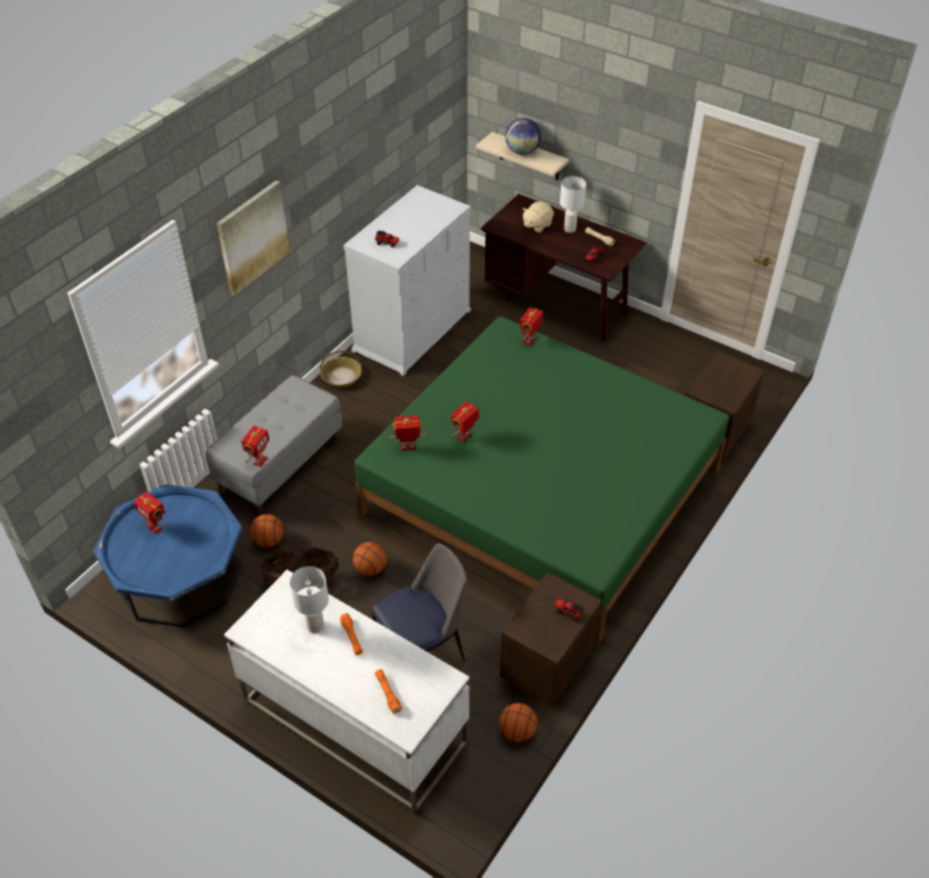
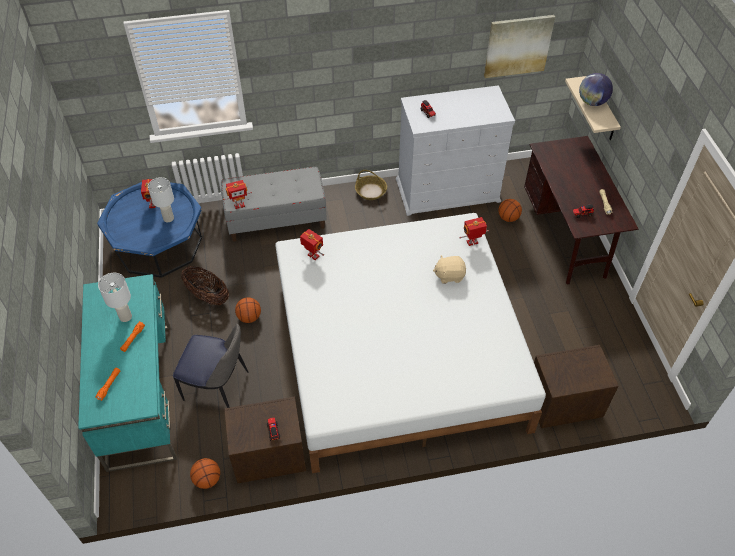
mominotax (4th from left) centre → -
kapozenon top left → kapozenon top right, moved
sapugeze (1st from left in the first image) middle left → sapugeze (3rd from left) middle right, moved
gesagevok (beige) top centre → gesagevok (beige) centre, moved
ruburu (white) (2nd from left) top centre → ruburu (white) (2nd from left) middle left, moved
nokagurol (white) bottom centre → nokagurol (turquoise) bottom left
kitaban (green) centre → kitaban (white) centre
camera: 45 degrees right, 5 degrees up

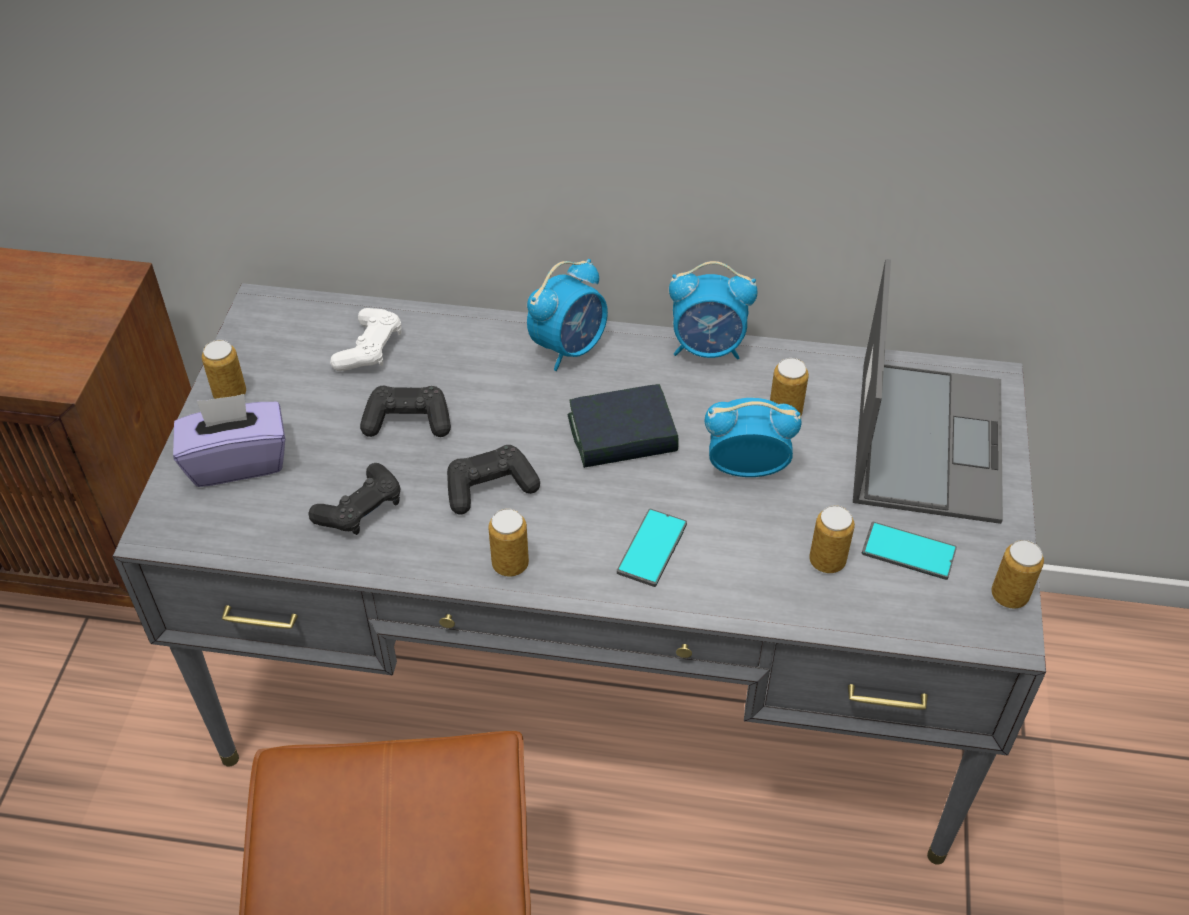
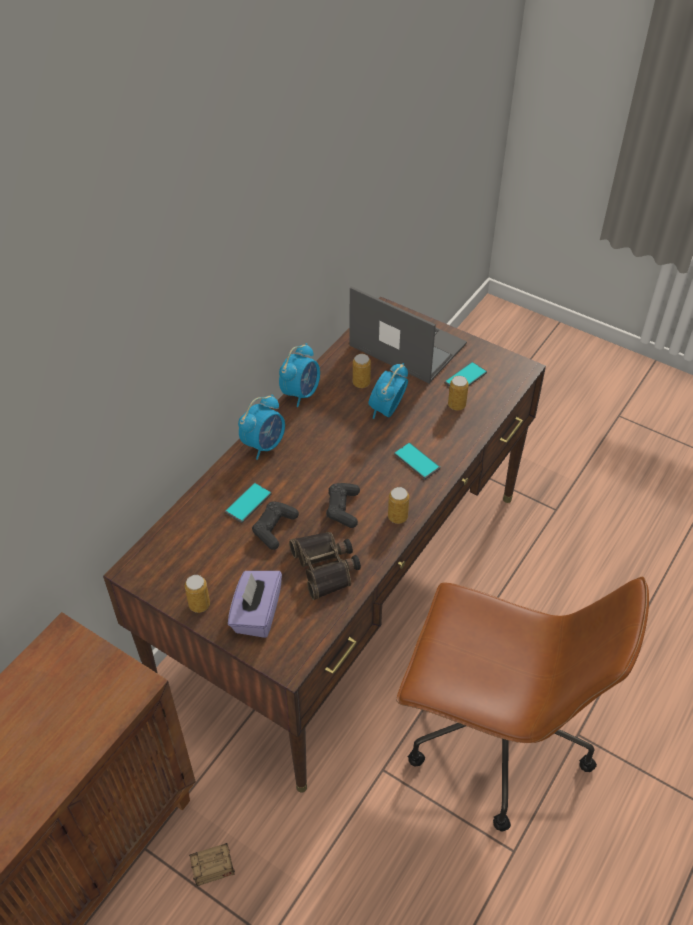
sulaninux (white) middle left → -
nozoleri centre → -
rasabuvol (5th from left) middle right → -
- → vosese bottom centre
- → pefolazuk (1st from left) centre
sulaninux (black) (1st from left) middle left → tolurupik centre
nokagurol (grey) centre → nokagurol (brown) centre
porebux (1st from left) centre, 60 degrees clockwise
camera: 65 degrees left, 0 degrees up

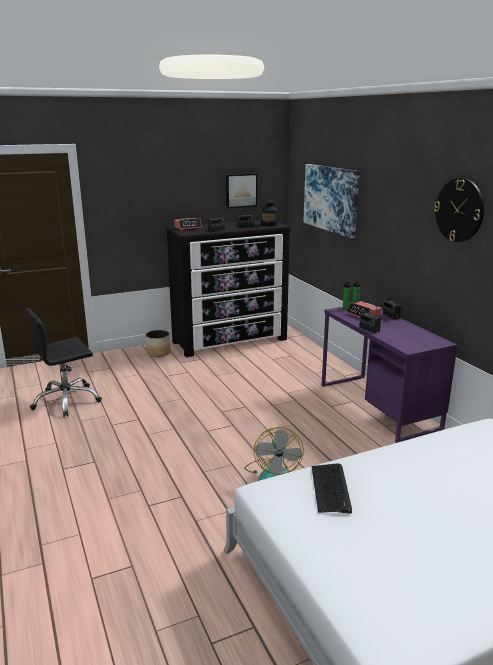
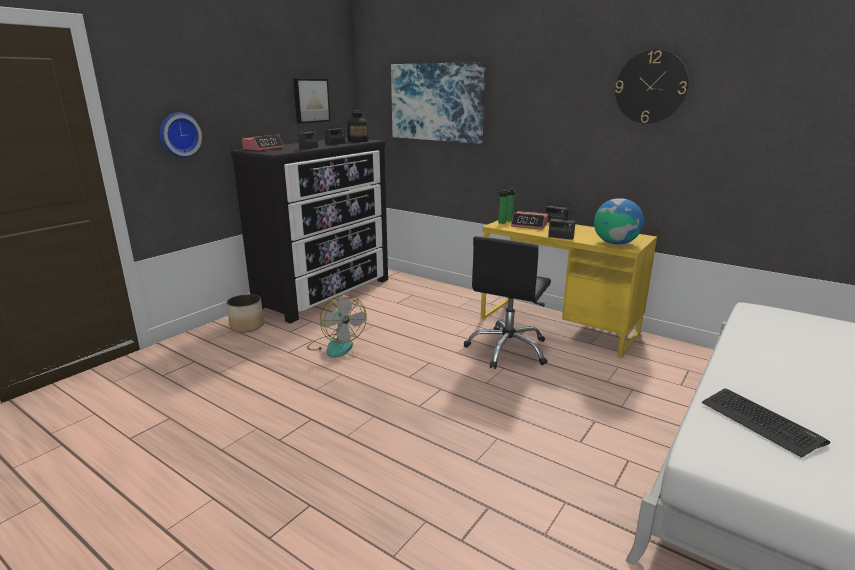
- → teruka (1st from left) top left
- → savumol middle right
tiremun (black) middle left → tiremun (black) centre, moved
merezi bottom centre → merezi centre, moved
nokagurol (purple) middle right → nokagurol (yellow) centre
camera: 30 degrees left, 0 degrees up

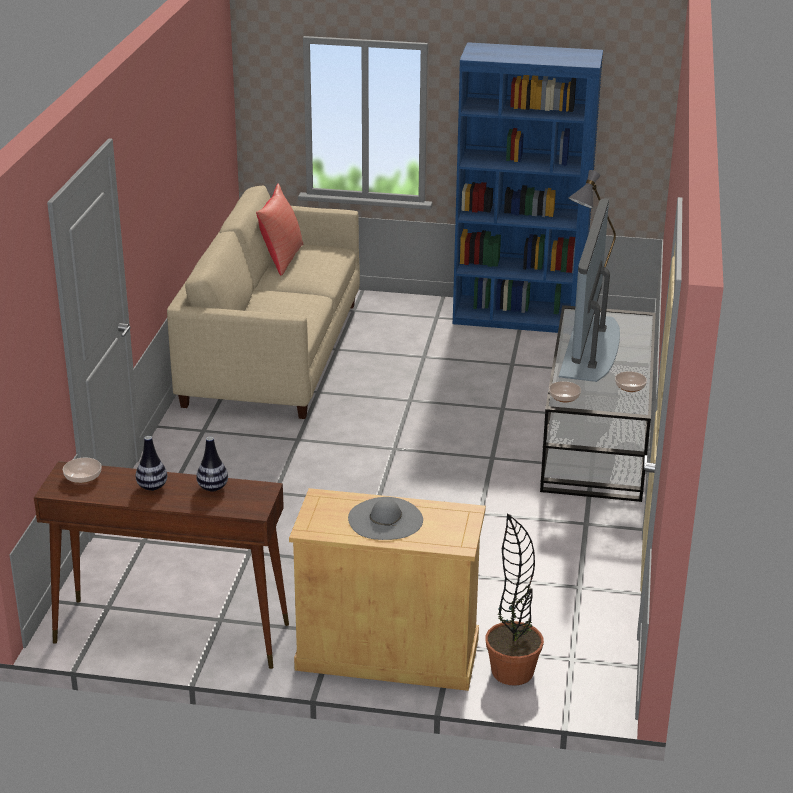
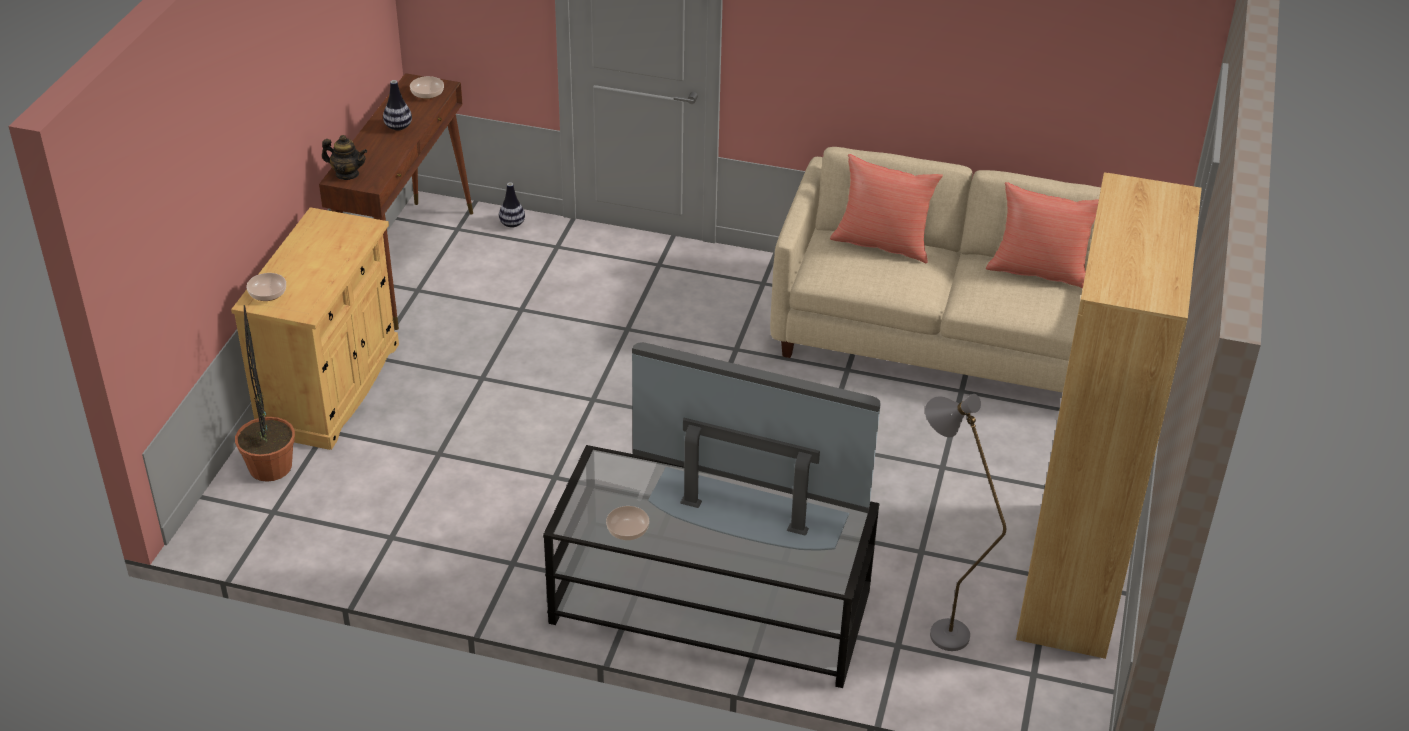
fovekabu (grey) centre → -
- → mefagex top left
- → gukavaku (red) (1st from left) top centre
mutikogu (2nd from left) middle left → mutikogu (2nd from left) top centre, moved
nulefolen (2nd from left in the first image) middle right → nulefolen (1st from left) middle left, moved
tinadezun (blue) top centre → tinadezun (brown) middle right
camera: 95 degrees right, 10 degrees up

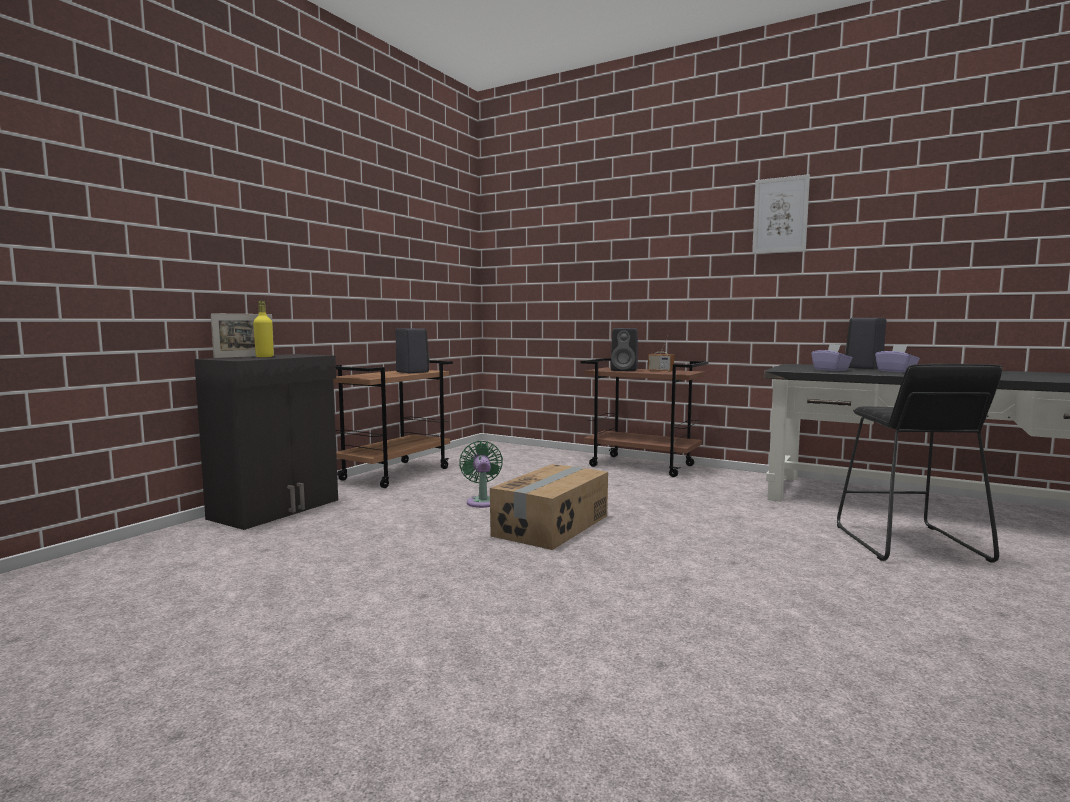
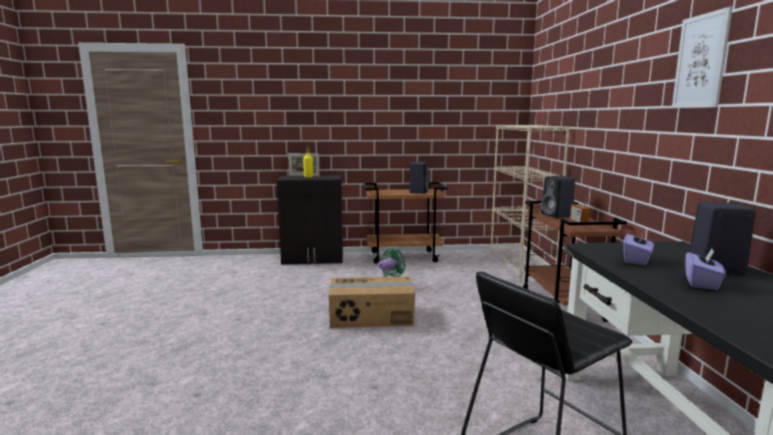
- → tinadezun (beige) middle right
camera: 55 degrees right, 5 degrees up

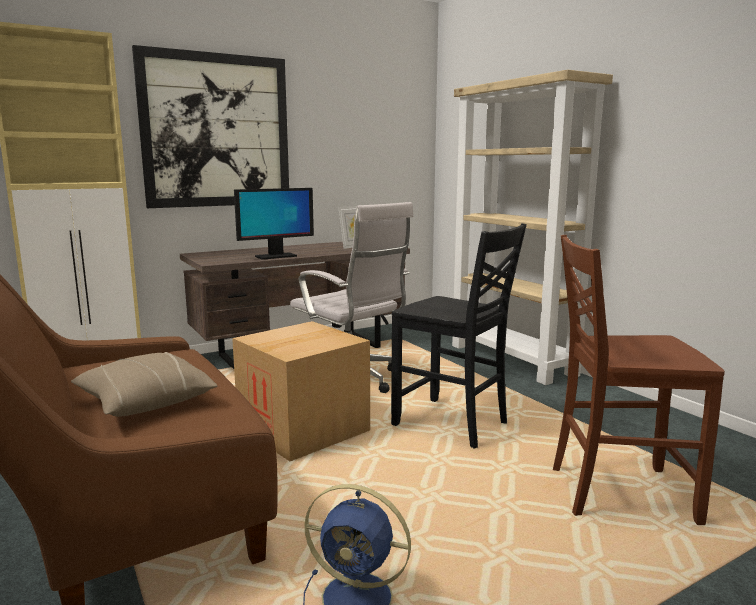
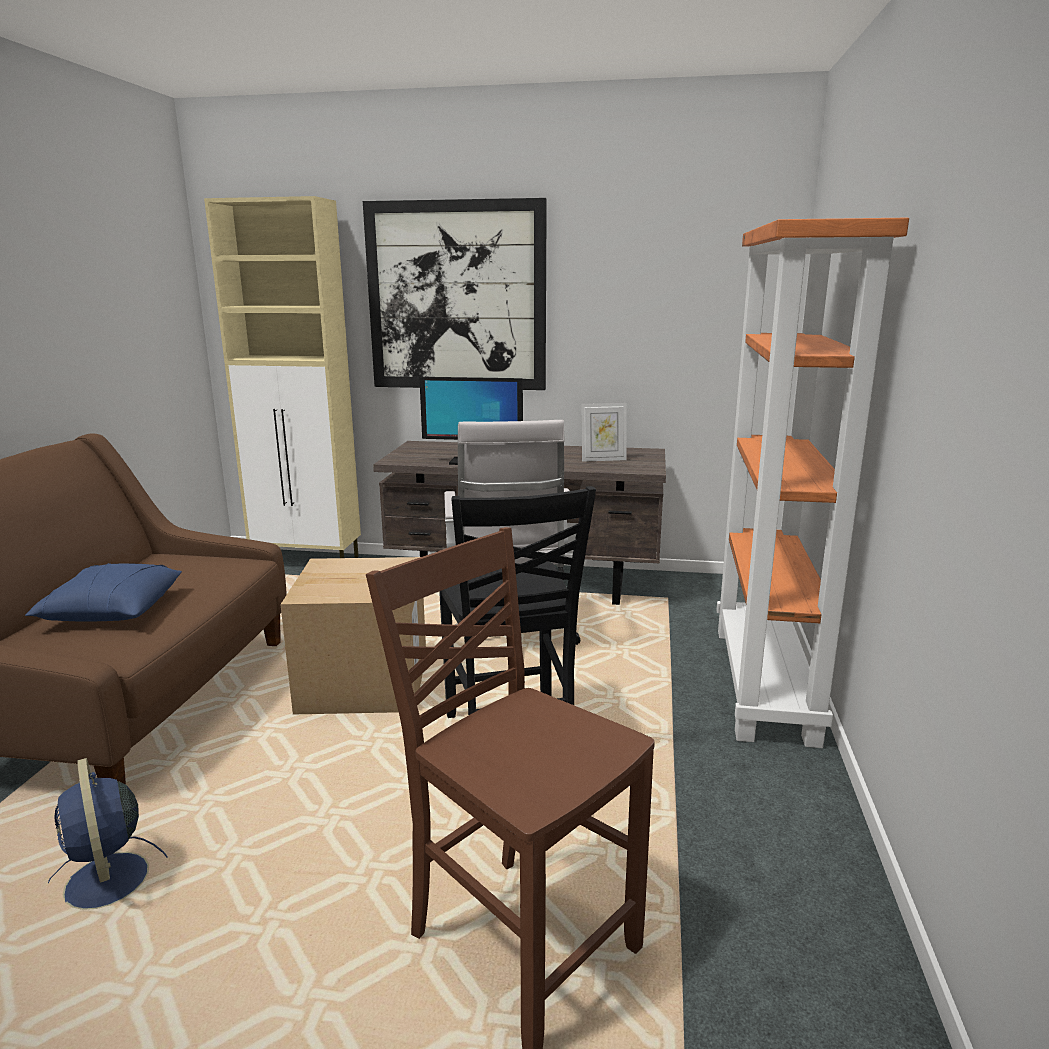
gukavaku (beige) middle left → gukavaku (blue) middle left
tinadezun (beige) middle right → tinadezun (orange) middle right
camera: 40 degrees right, 5 degrees up

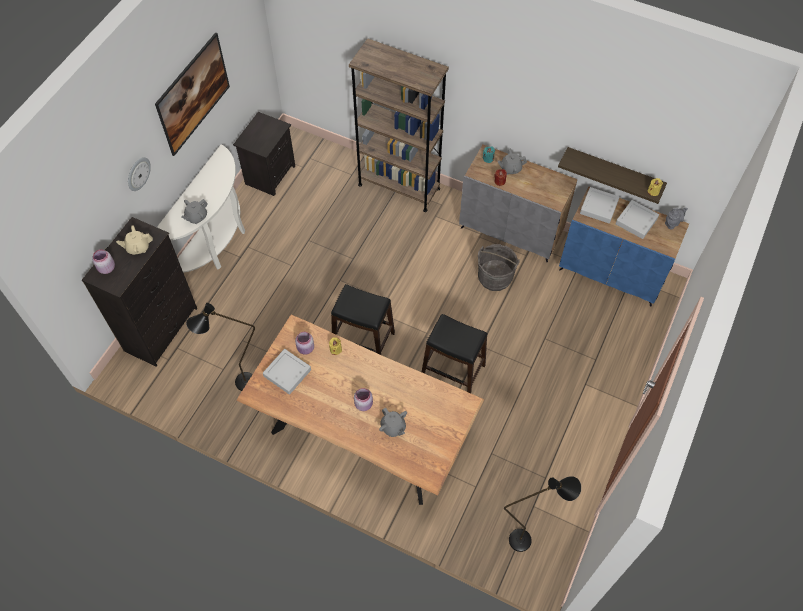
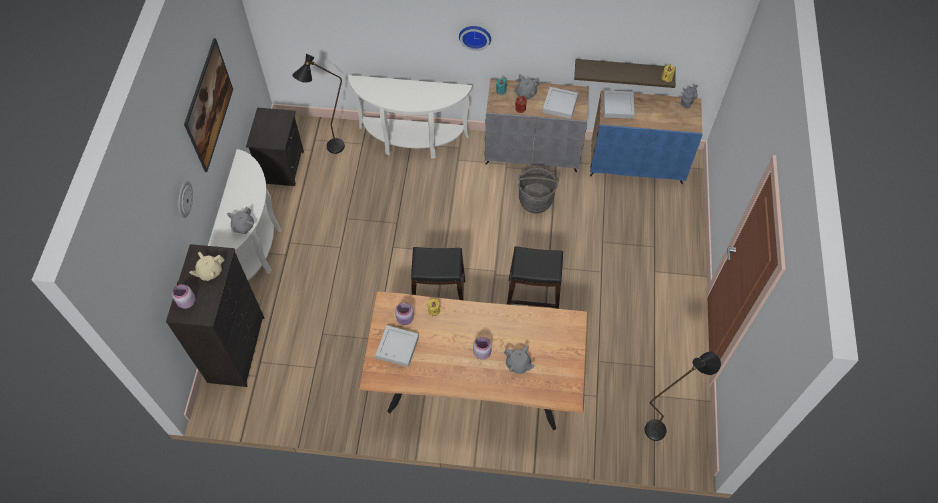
- → teruka (2nd from left) top centre
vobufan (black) (1st from left) middle left → vobufan (black) (1st from left) top centre, moved
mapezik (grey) (3rd from left in the first image) middle right → mapezik (grey) (2nd from left) top centre, moved
tinadezun (brown) top centre → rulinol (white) (2nd from left) top centre
camera: 20 degrees left, 0 degrees up

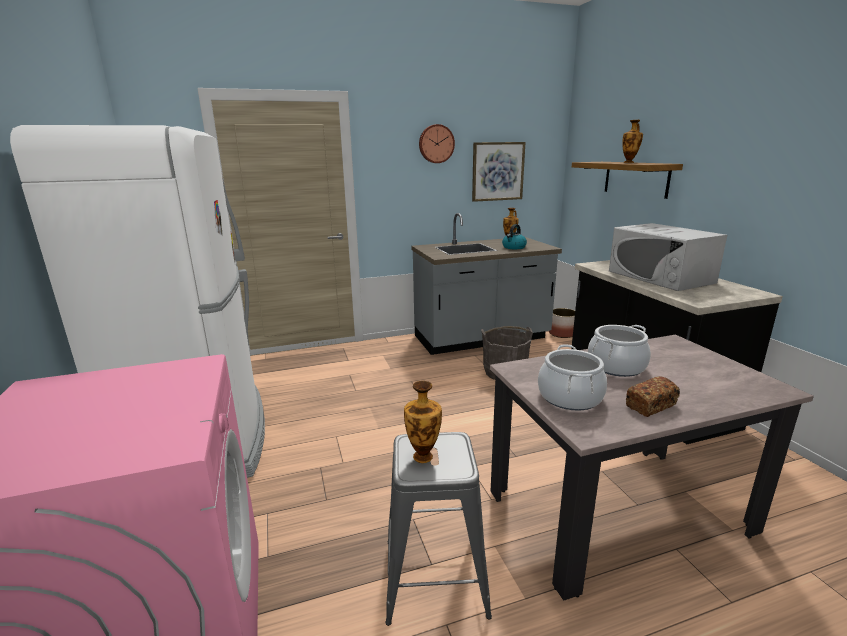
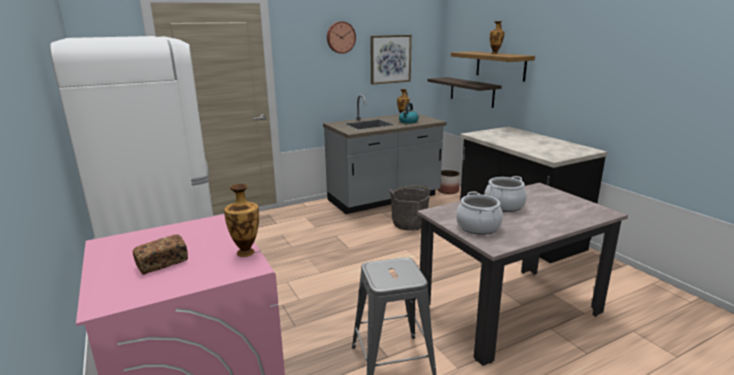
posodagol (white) middle right → -
- → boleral (1st from left) top centre
mutikogu (1st from left) centre → mutikogu (1st from left) middle left, moved
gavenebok middle right → gavenebok bottom left, moved
camera: 10 degrees left, 0 degrees up

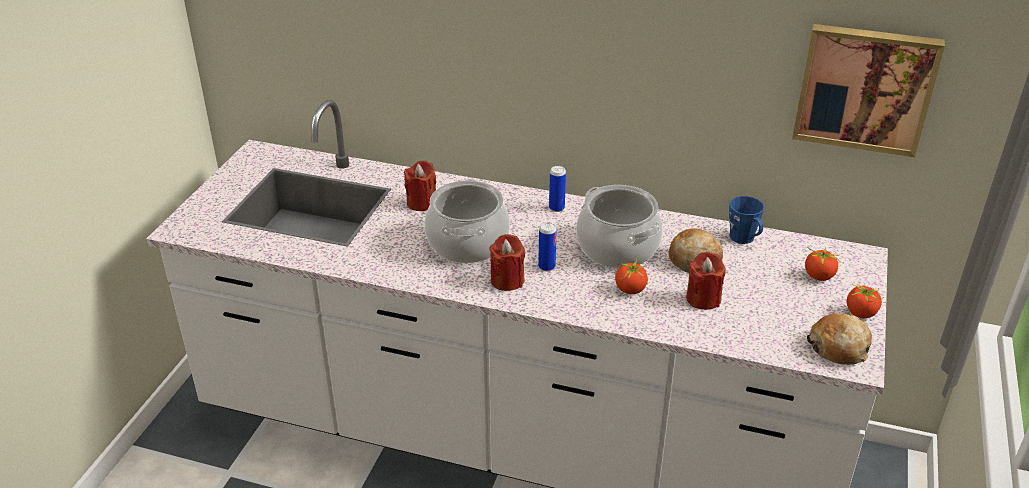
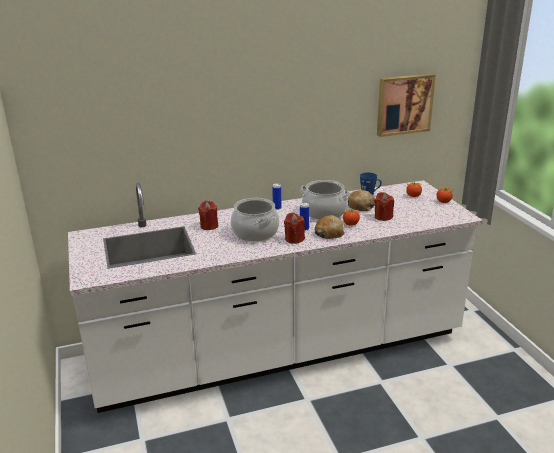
gavenebok (2nd from left in the first image) bottom right → gavenebok (1st from left) centre, moved
camera: 35 degrees left, 10 degrees down

